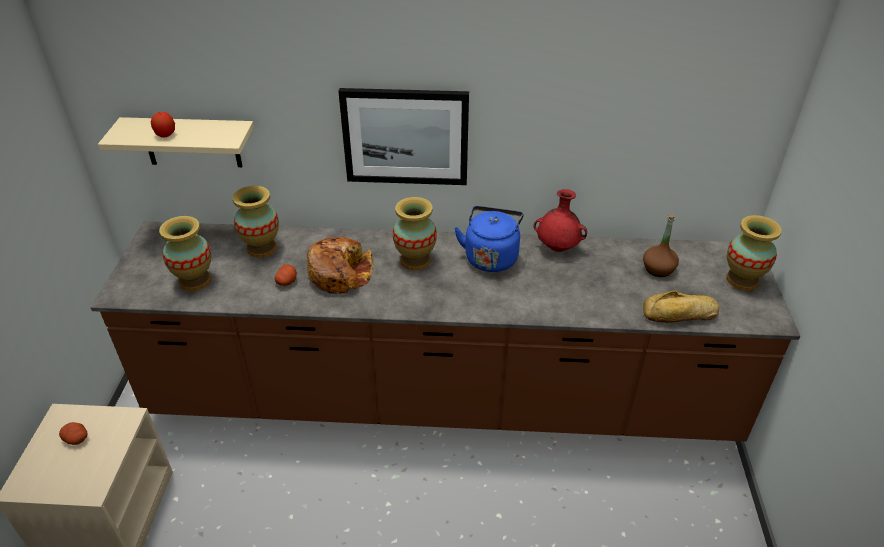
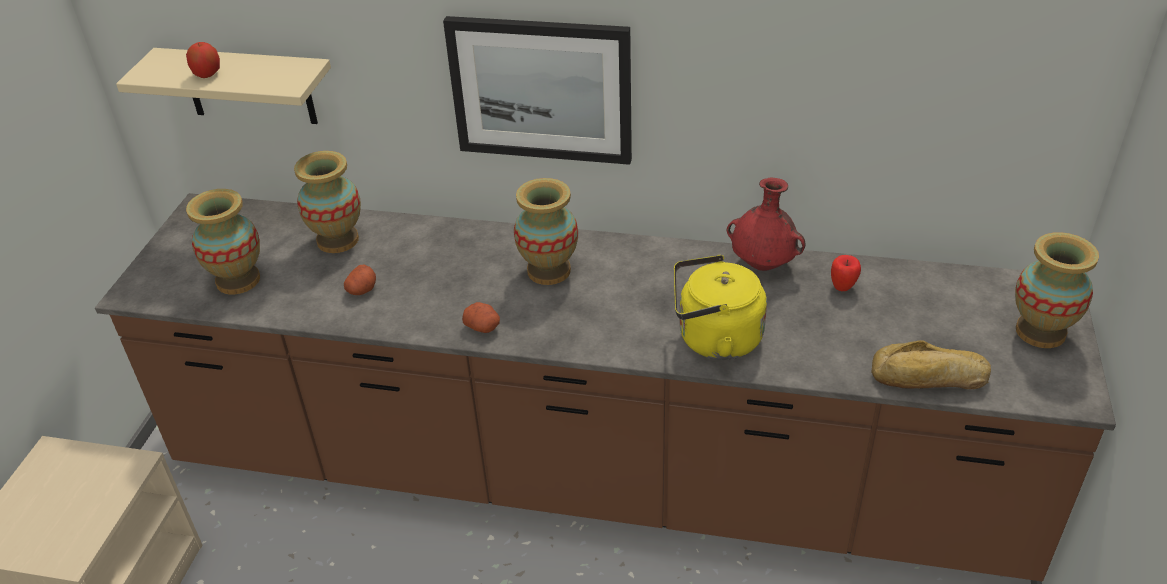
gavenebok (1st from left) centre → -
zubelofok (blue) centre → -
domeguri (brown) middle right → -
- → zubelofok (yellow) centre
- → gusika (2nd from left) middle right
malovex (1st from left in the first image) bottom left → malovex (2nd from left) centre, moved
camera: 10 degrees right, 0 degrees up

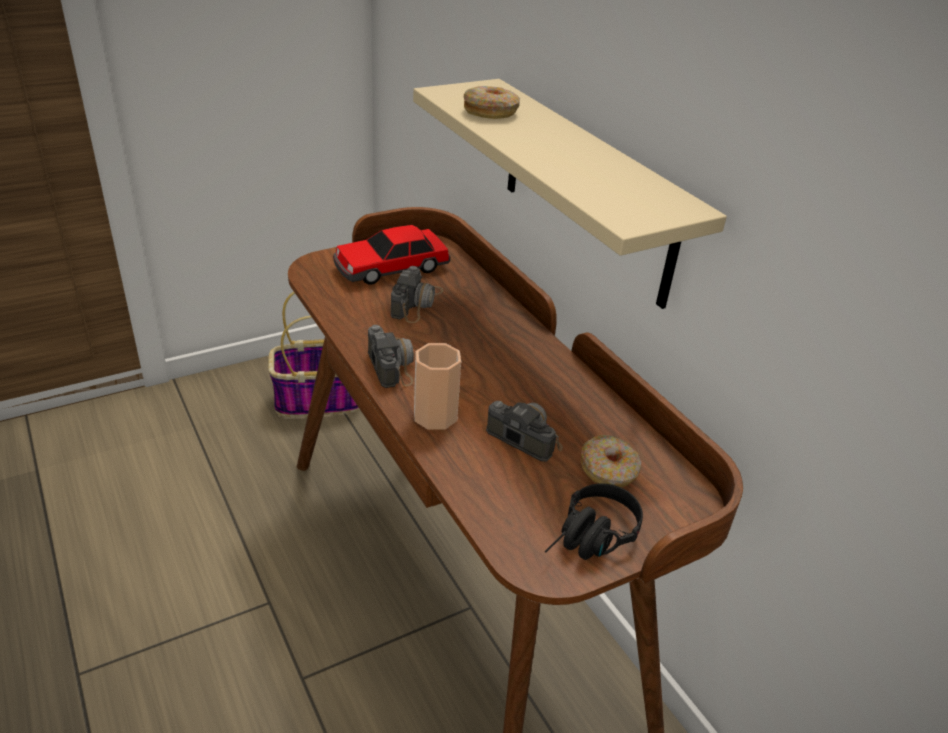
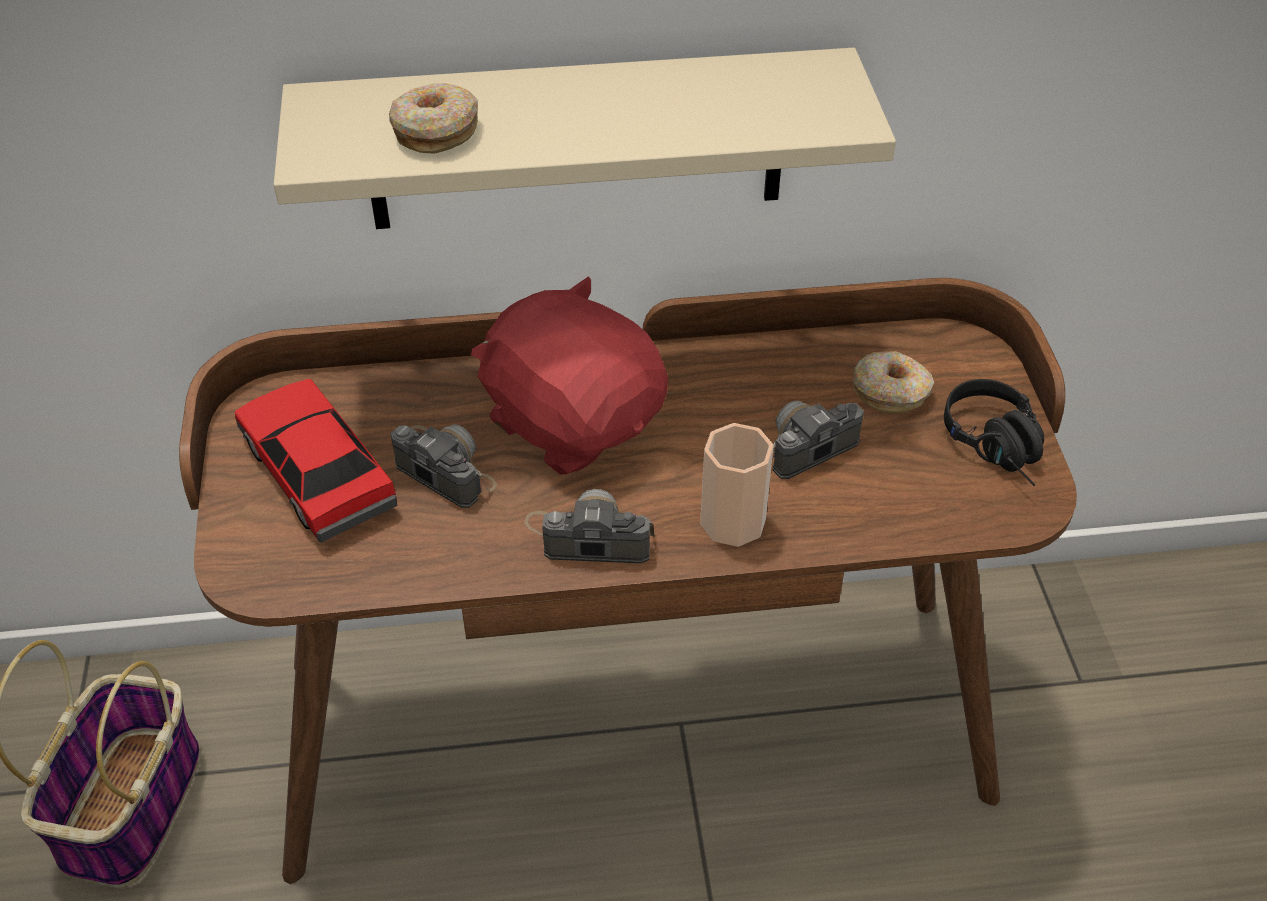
- → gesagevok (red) centre
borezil centre → borezil middle left, 150 degrees clockwise
camera: 65 degrees left, 10 degrees up

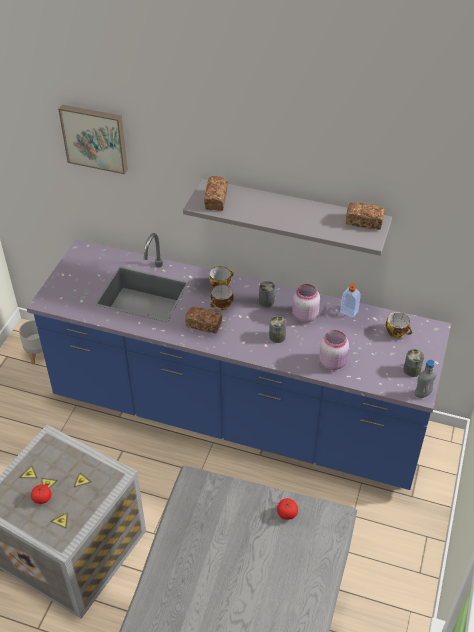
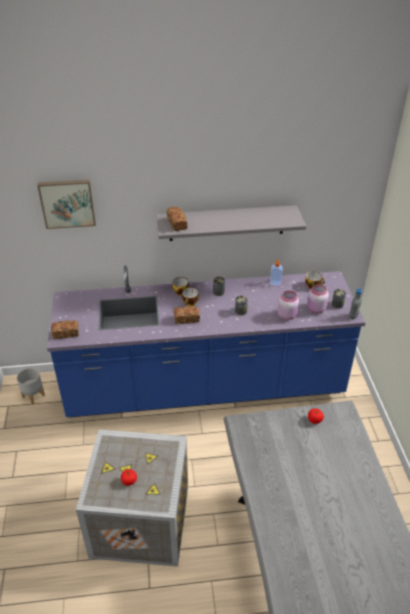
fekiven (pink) (1st from left in the first image) centre → fekiven (pink) (2nd from left) middle right, moved
gavenebok (3rd from left in the first image) middle right → gavenebok (1st from left) middle left, moved
camera: 25 degrees left, 5 degrees down

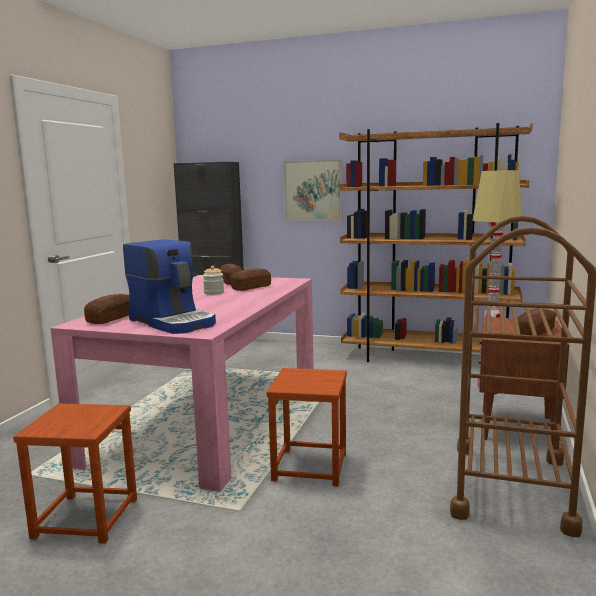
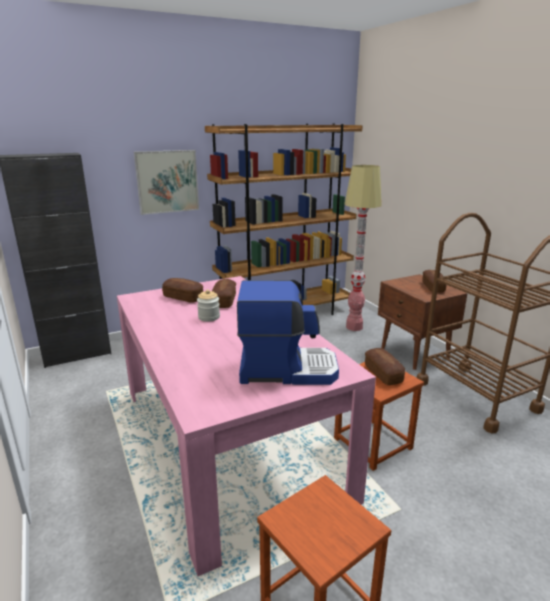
gavenebok (1st from left in the first image) middle left → gavenebok (3rd from left) middle right, moved
camera: 45 degrees left, 10 degrees up

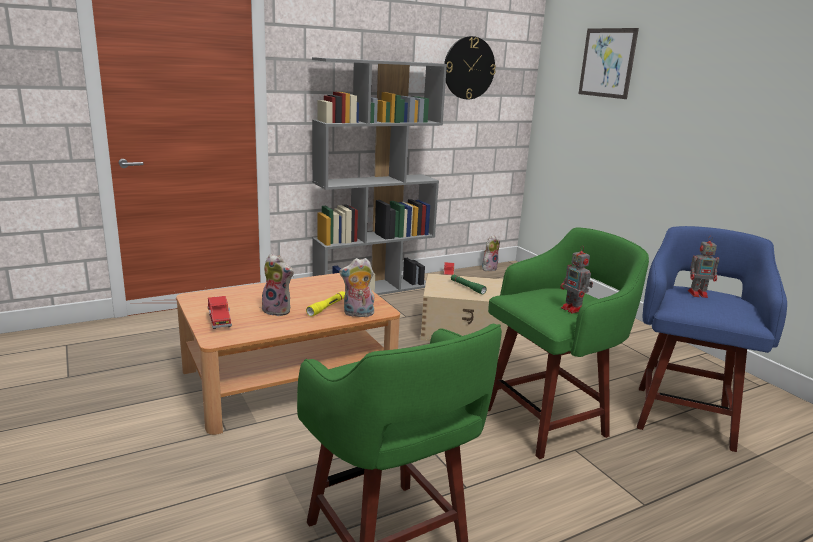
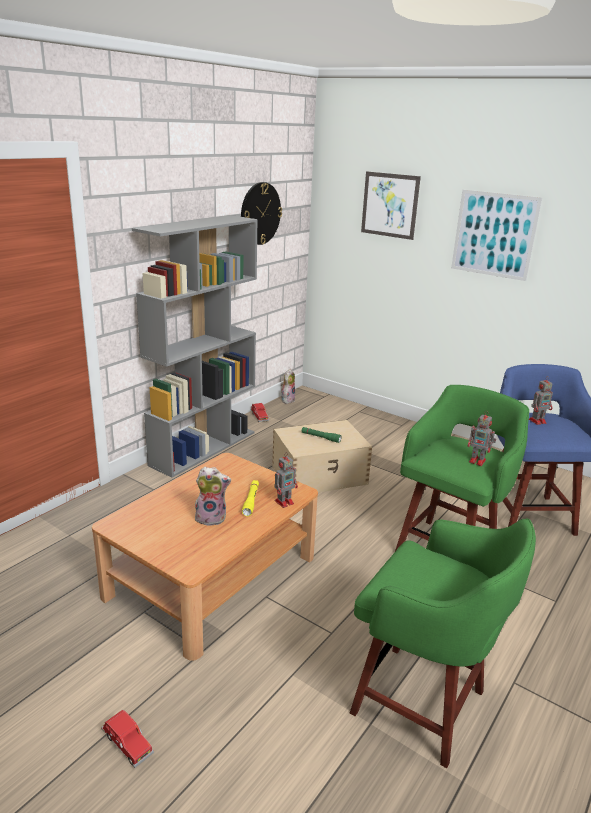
- → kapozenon (2nd from left) top right
borezil (red) (1st from left) middle left → borezil (red) (1st from left) bottom left, moved
gesagevok (2nd from left) centre → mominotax (1st from left) centre
camera: 25 degrees left, 5 degrees up

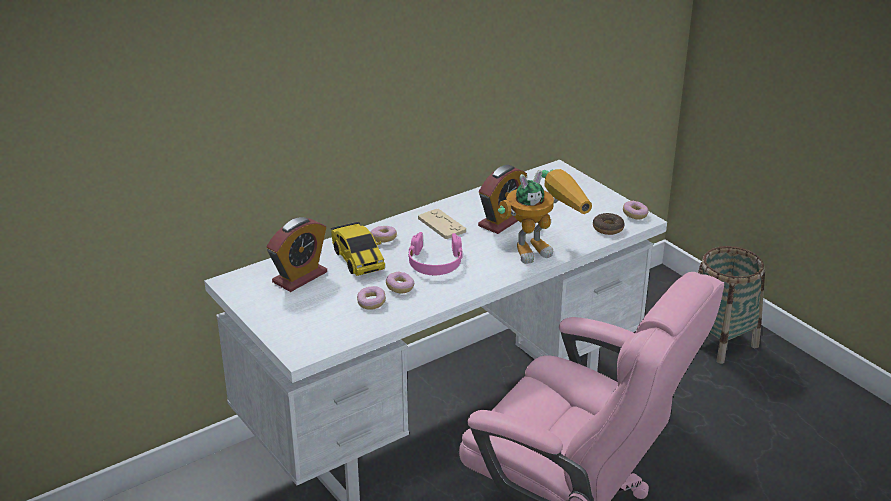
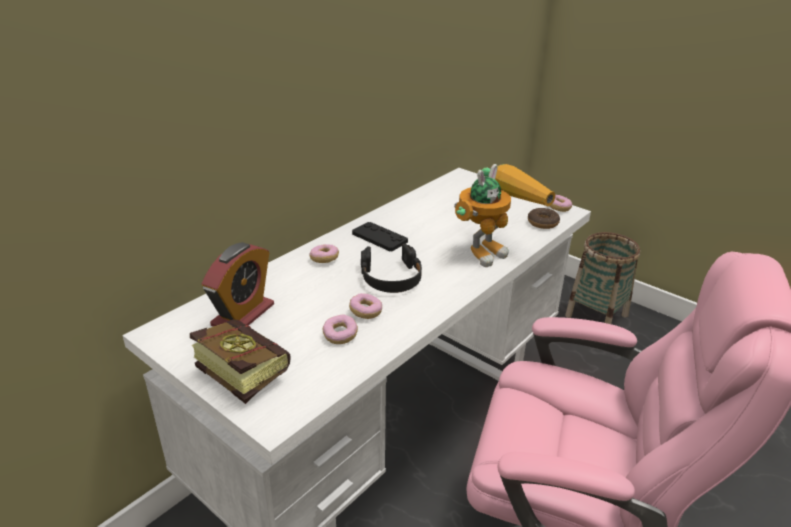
borezil centre → -
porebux (2nd from left) centre → -
- → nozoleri bottom left
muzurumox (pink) centre → muzurumox (black) centre
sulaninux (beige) centre → sulaninux (black) centre
camera: 15 degrees left, 0 degrees up

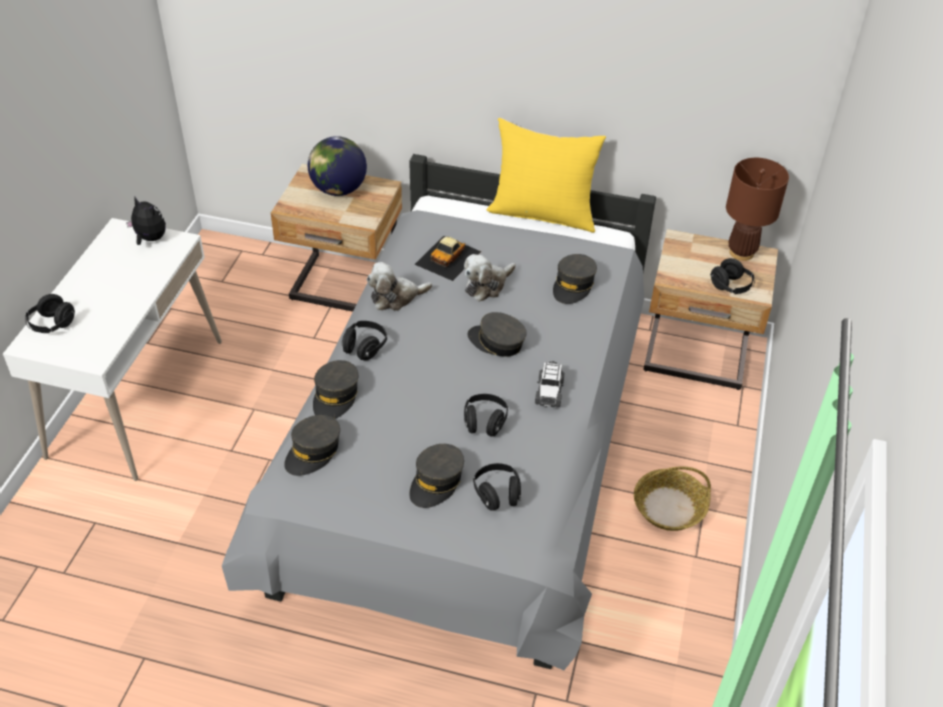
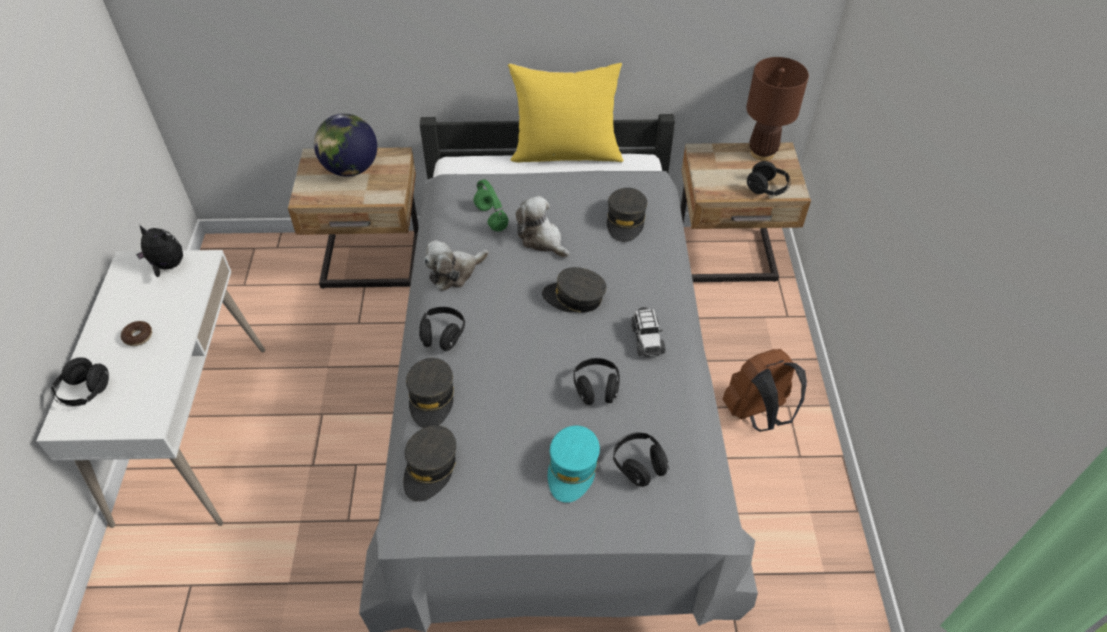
- → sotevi middle left
borezil (1st from left) centre → muzurumox (green) top centre
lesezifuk bottom right → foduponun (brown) middle right
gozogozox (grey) (3rd from left) bottom centre → gozogozox (turquoise) bottom centre
gesagevok (3rd from left) centre, 105 degrees clockwise
camera: 15 degrees left, 5 degrees up

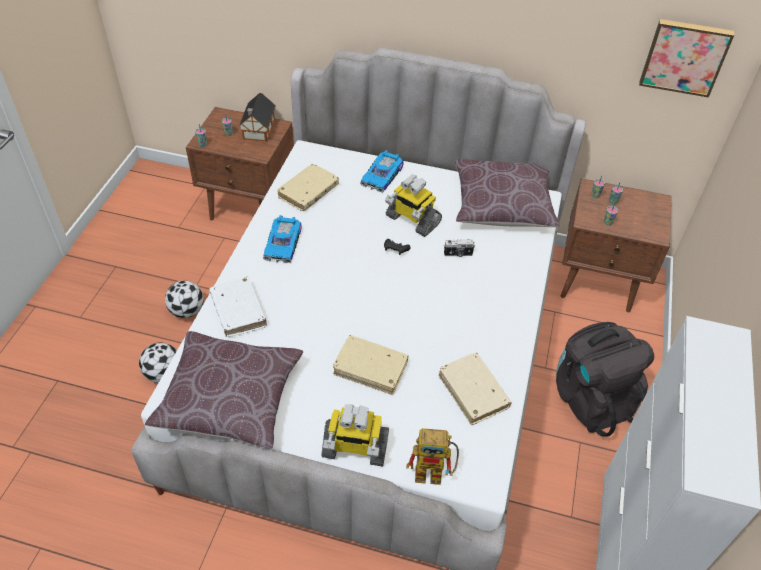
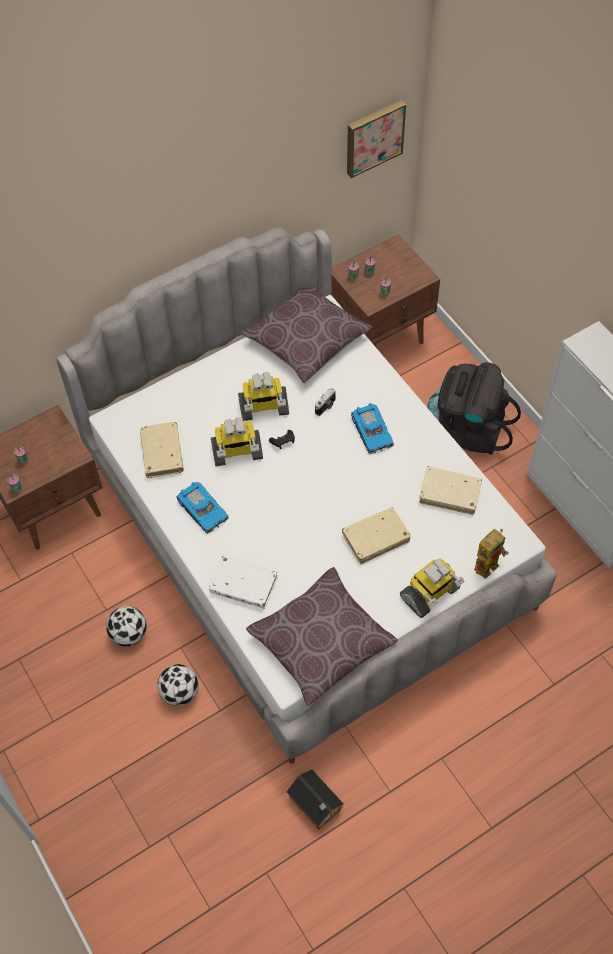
- → mominotax (1st from left) centre
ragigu top centre → ragigu bottom centre, moved
borezil (2nd from left) top centre → borezil (2nd from left) centre, moved
camera: 45 degrees left, 10 degrees up

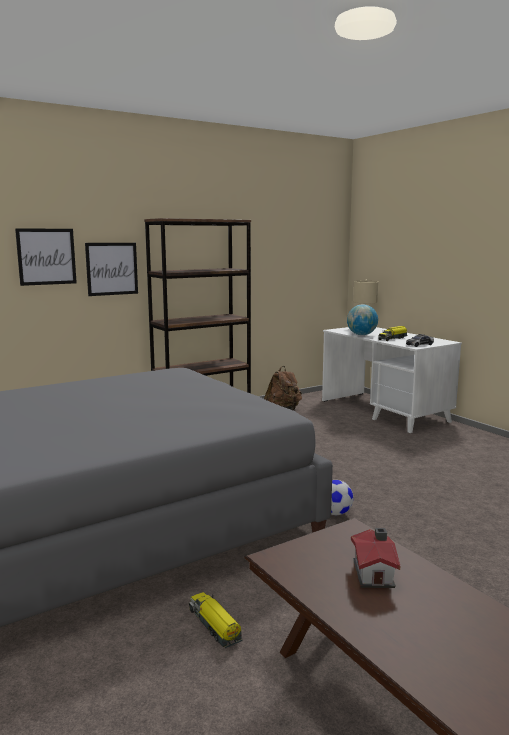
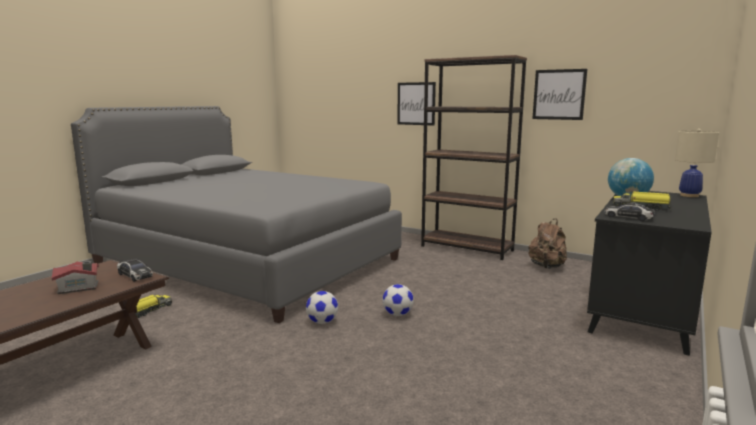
- → borezil (1st from left) middle left
- → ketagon (2nd from left) bottom centre
kapozenon (1st from left in the first image) middle left → kapozenon (2nd from left) top right, moved
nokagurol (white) middle right → nokagurol (black) middle right
camera: 65 degrees right, 0 degrees up

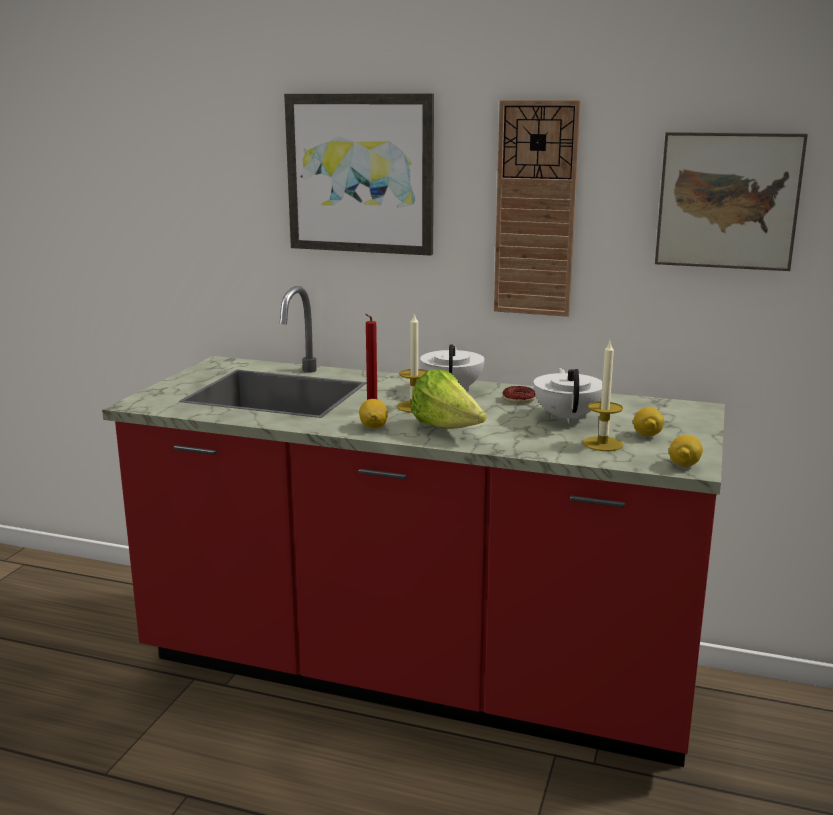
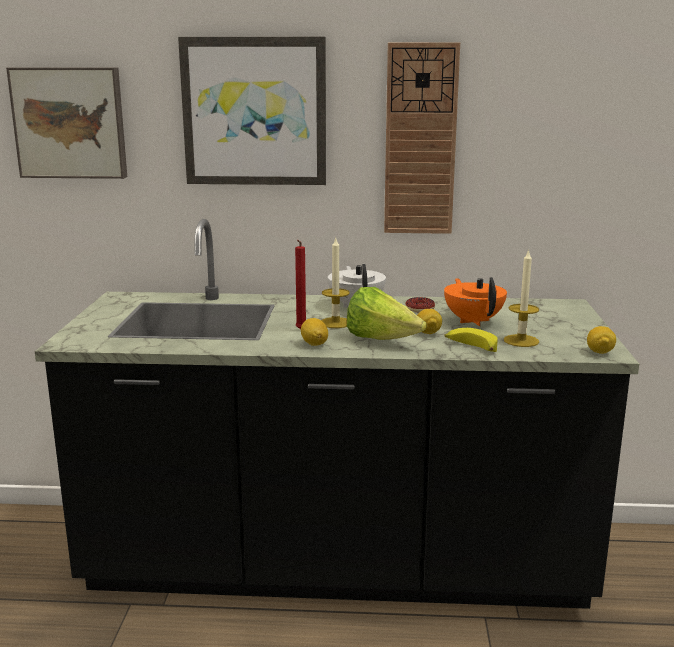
- → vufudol middle right
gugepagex (2nd from left) middle right → gugepagex (2nd from left) centre, moved
kapozenon (2nd from left in the first image) top right → kapozenon (1st from left) top left, moved
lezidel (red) centre → lezidel (black) centre
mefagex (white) (2nd from left) middle right → mefagex (orange) middle right
camera: 15 degrees left, 0 degrees up

